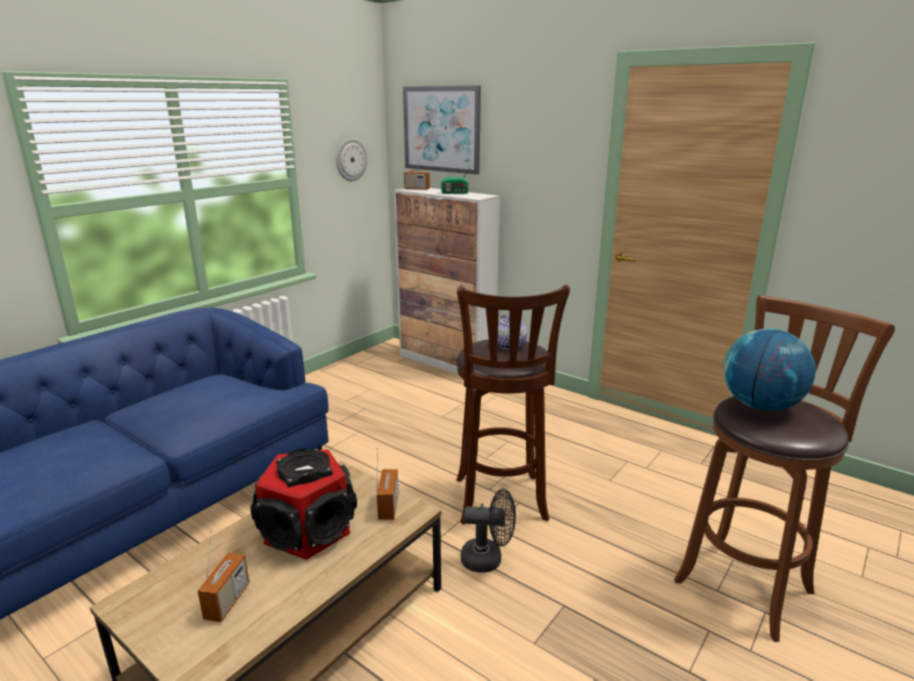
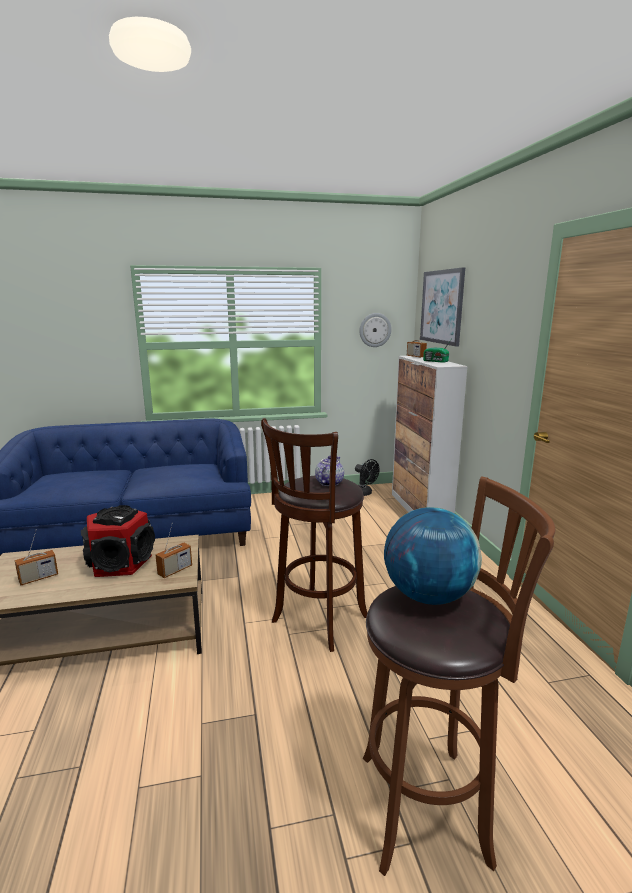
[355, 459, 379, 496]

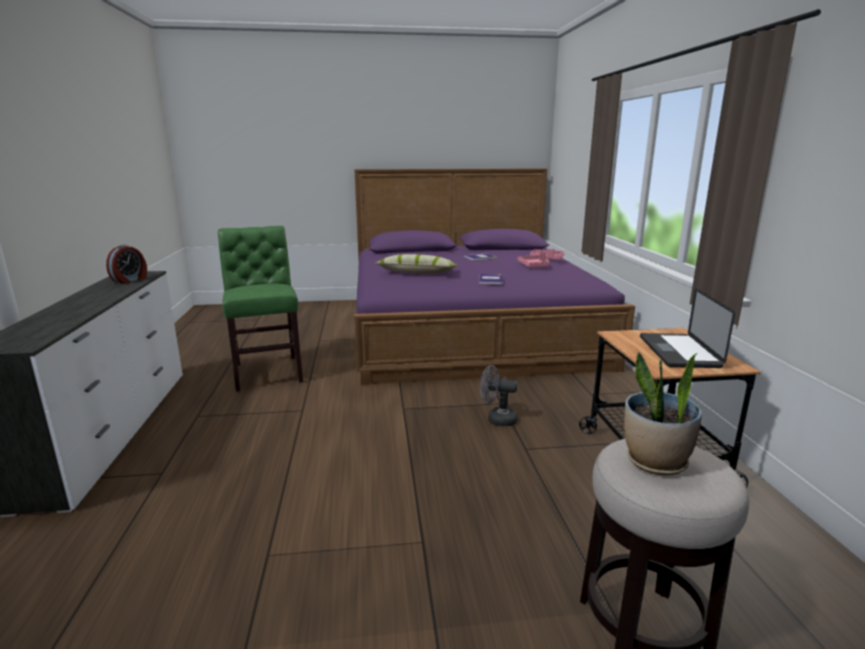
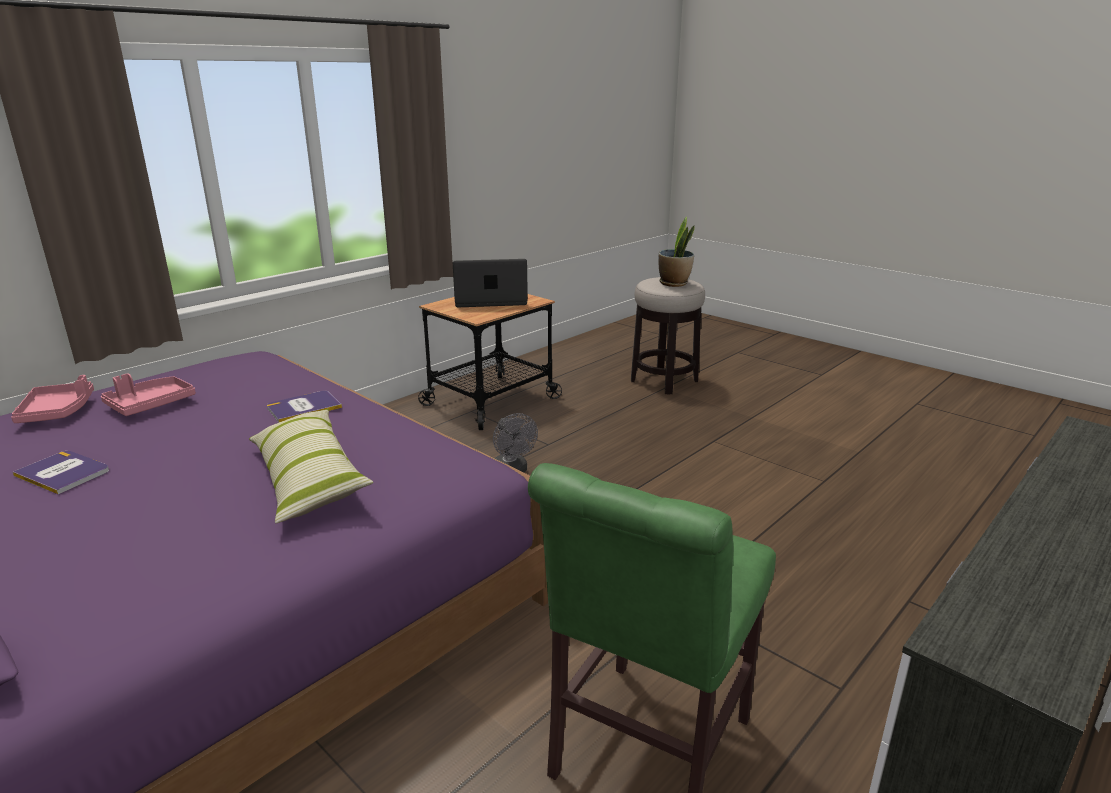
[453, 259, 528, 307]
[106, 245, 147, 284] (first image)

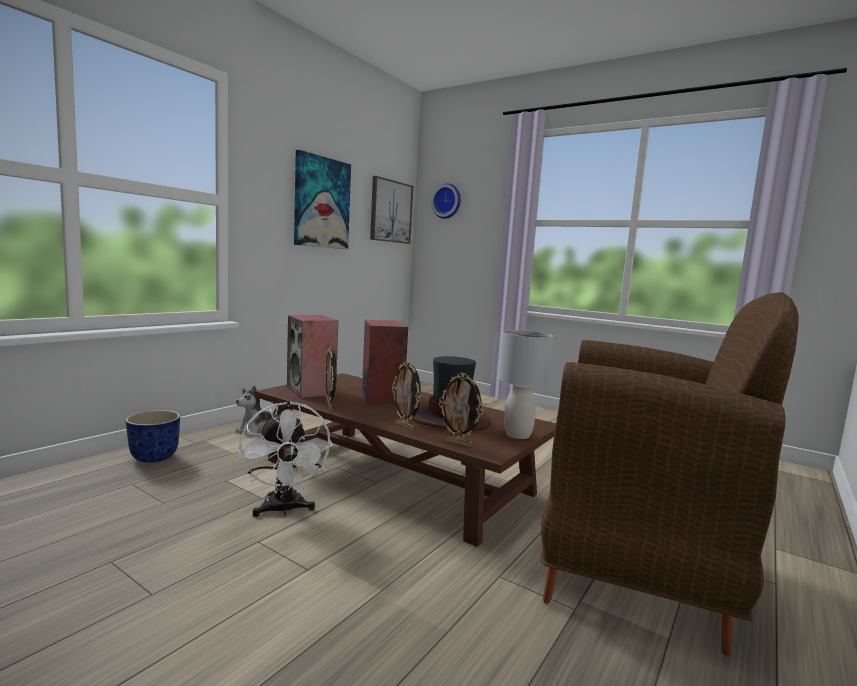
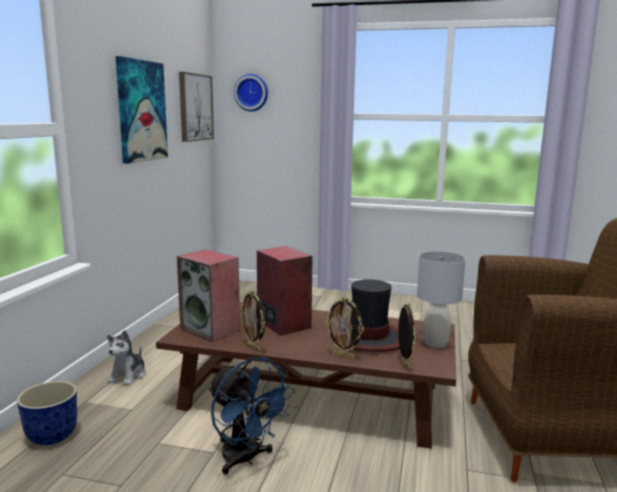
[208, 357, 295, 475]
[398, 303, 416, 370]

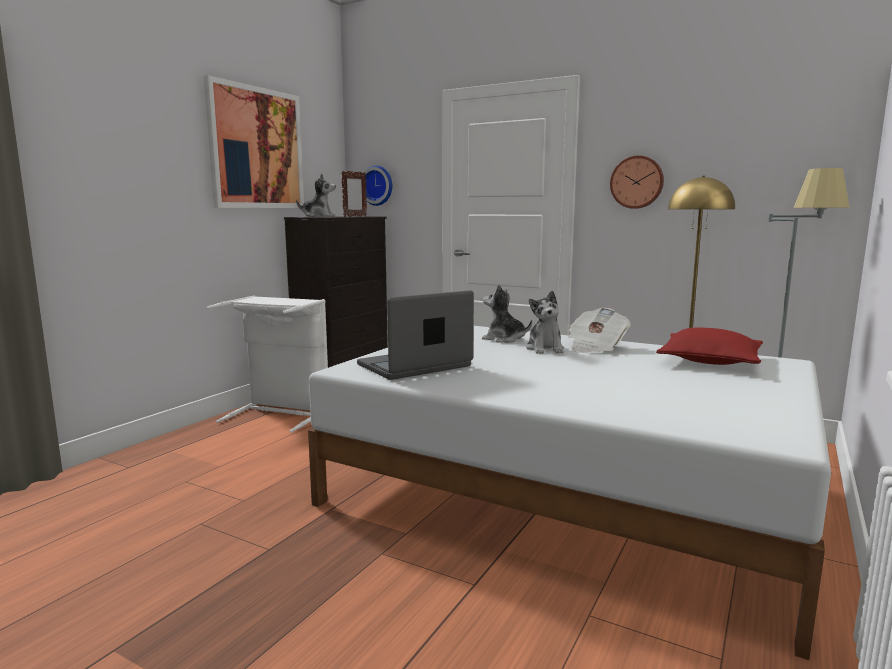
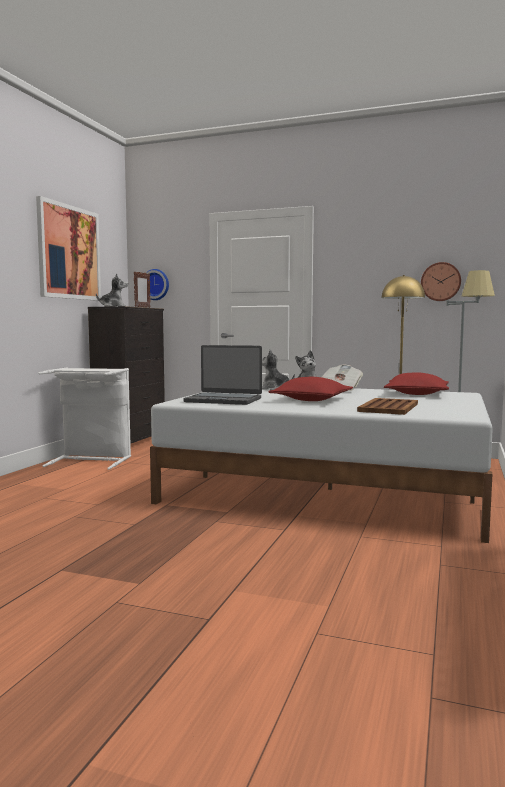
[183, 345, 262, 405]
[269, 377, 353, 401]
[357, 398, 418, 415]
[421, 262, 461, 301]

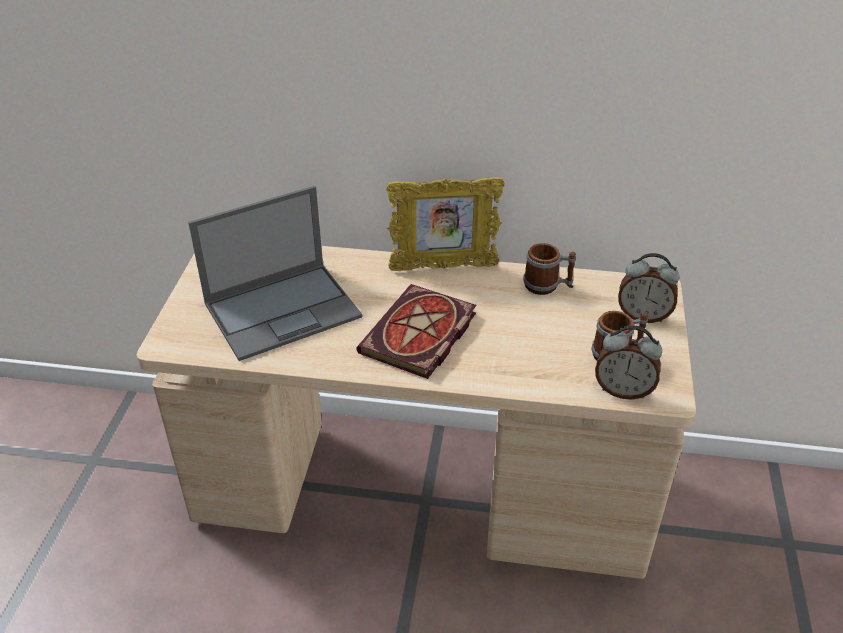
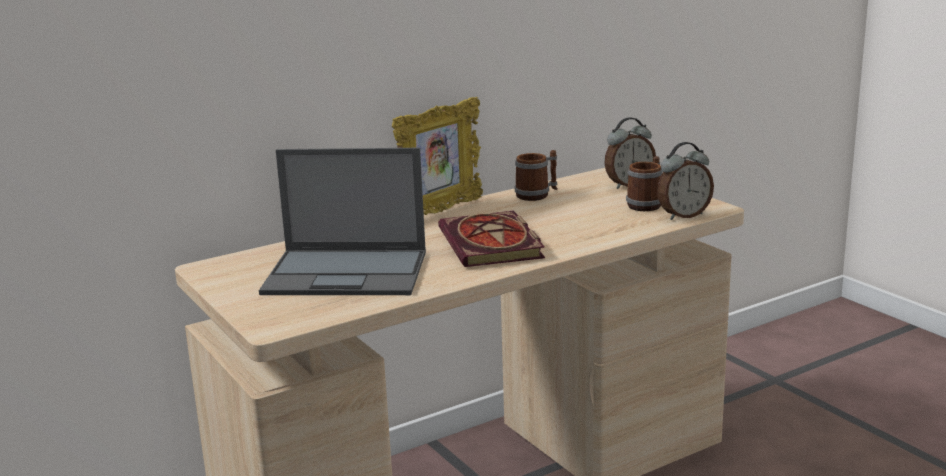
[259, 148, 426, 295]

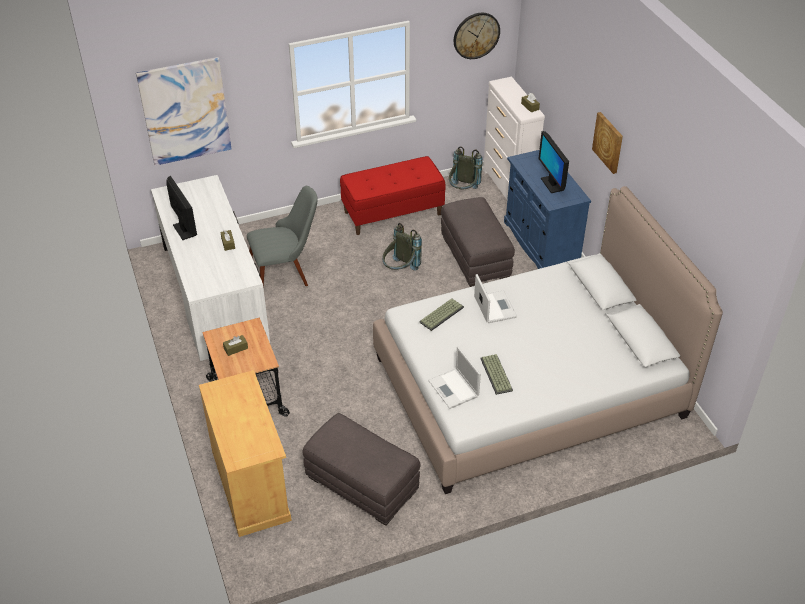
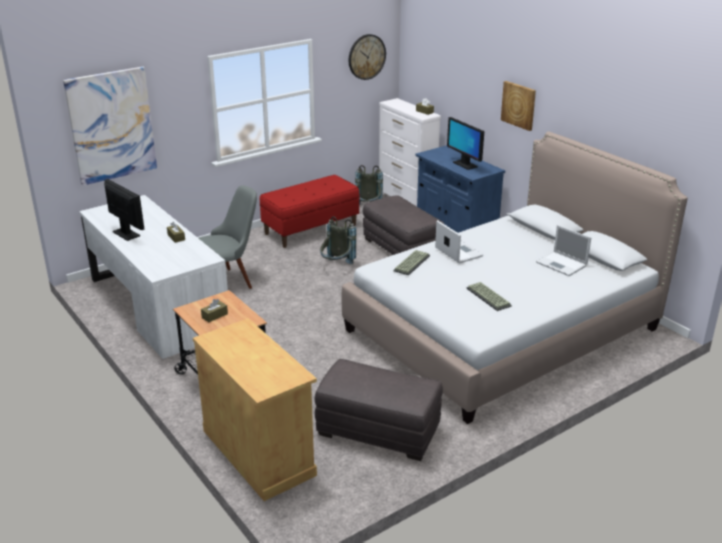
[536, 225, 591, 276]

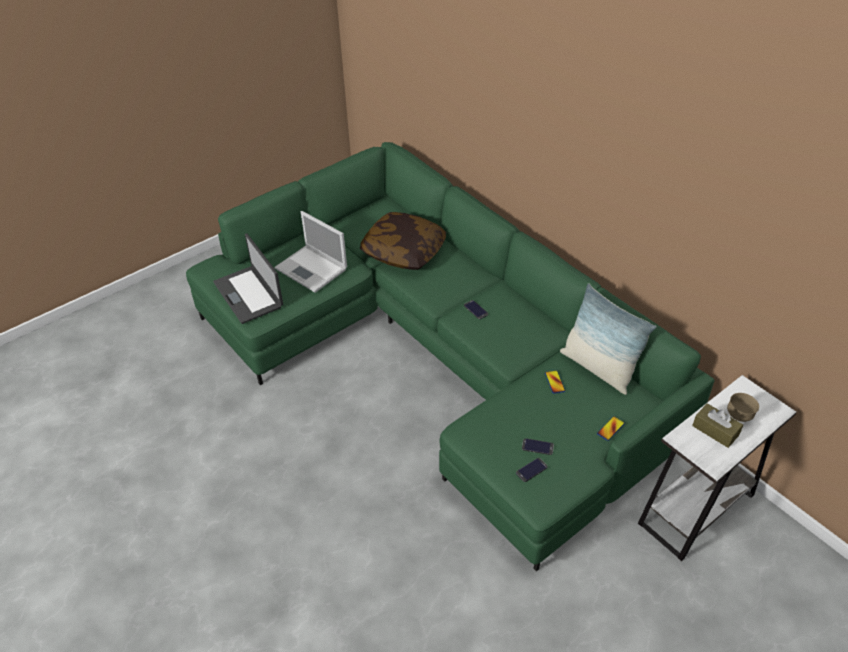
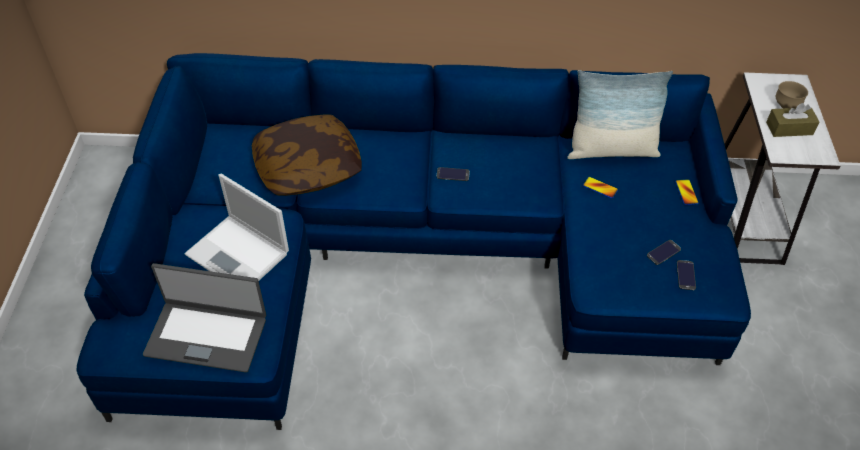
[76, 53, 751, 430]
[184, 174, 289, 281]

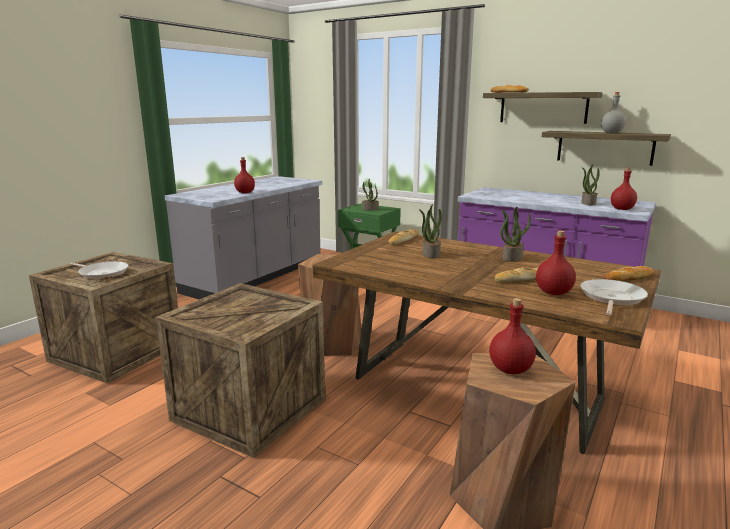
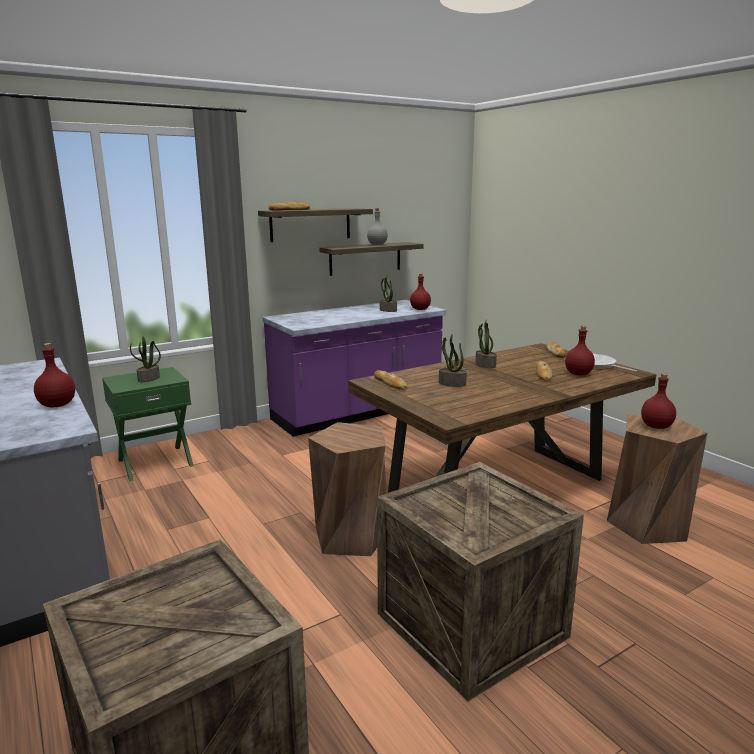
[71, 261, 128, 279] (first image)

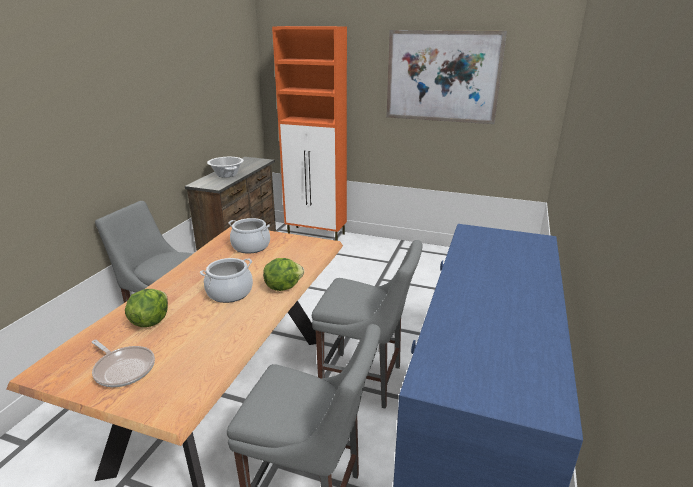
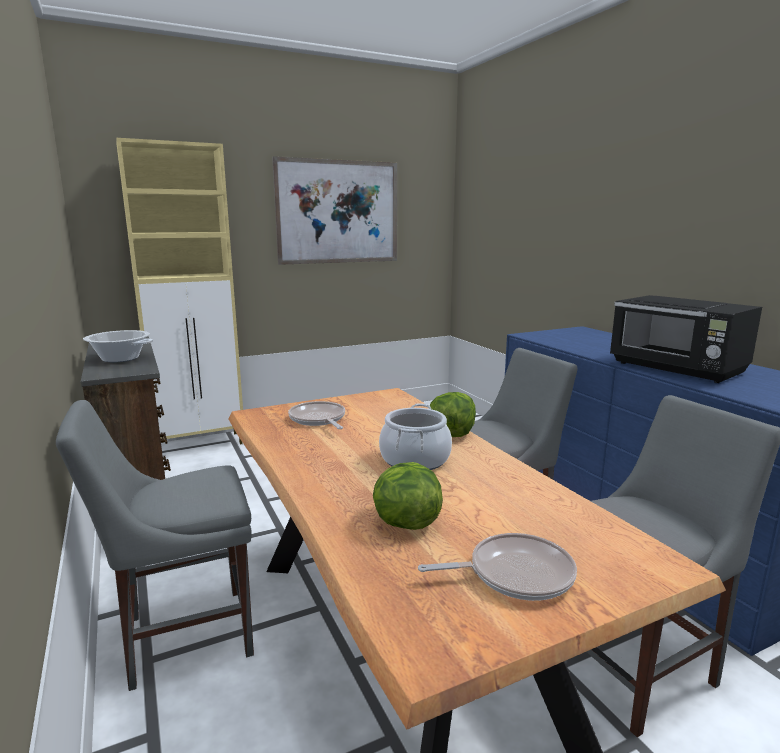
[116, 138, 243, 445]
[288, 401, 345, 429]
[610, 295, 762, 383]

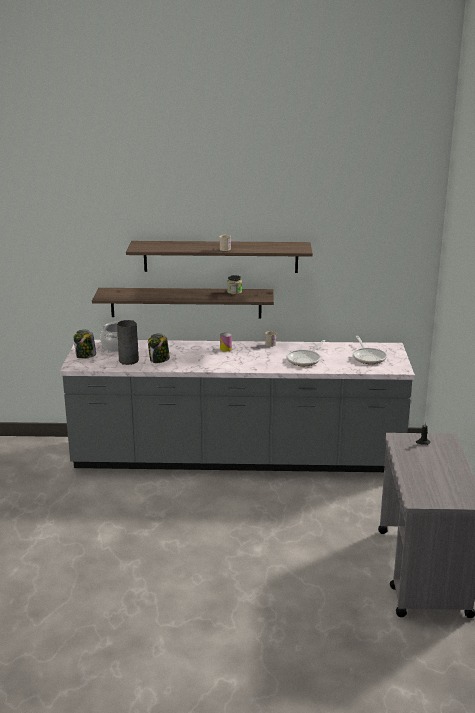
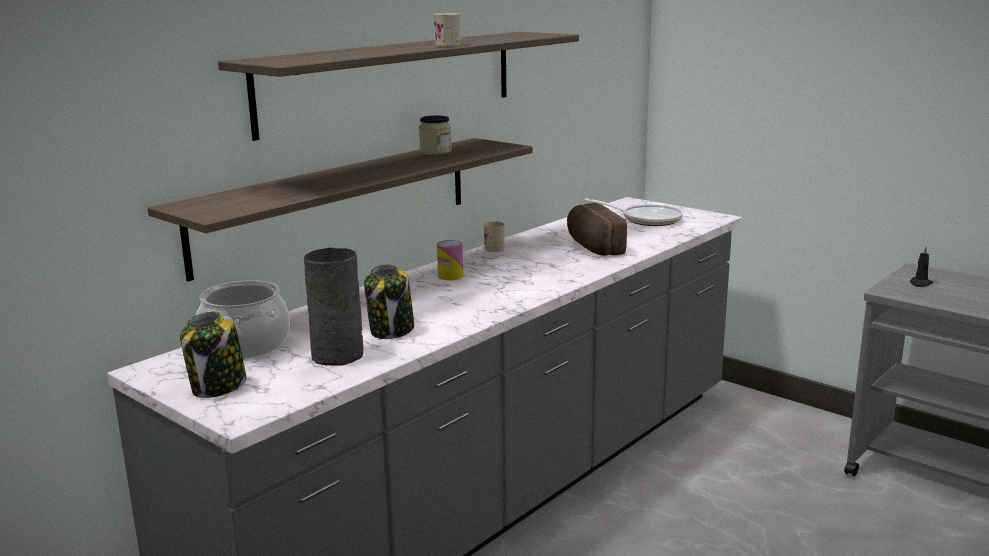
[567, 203, 627, 256]

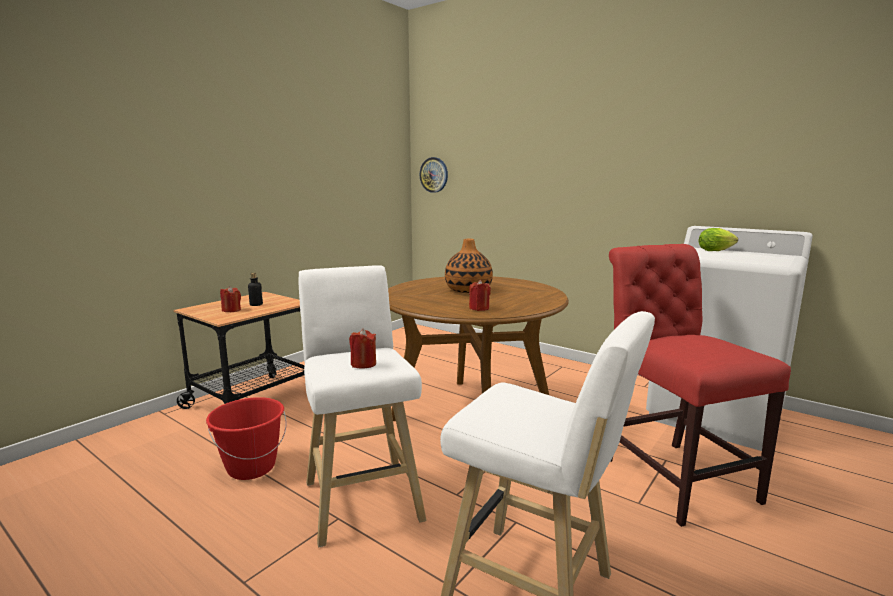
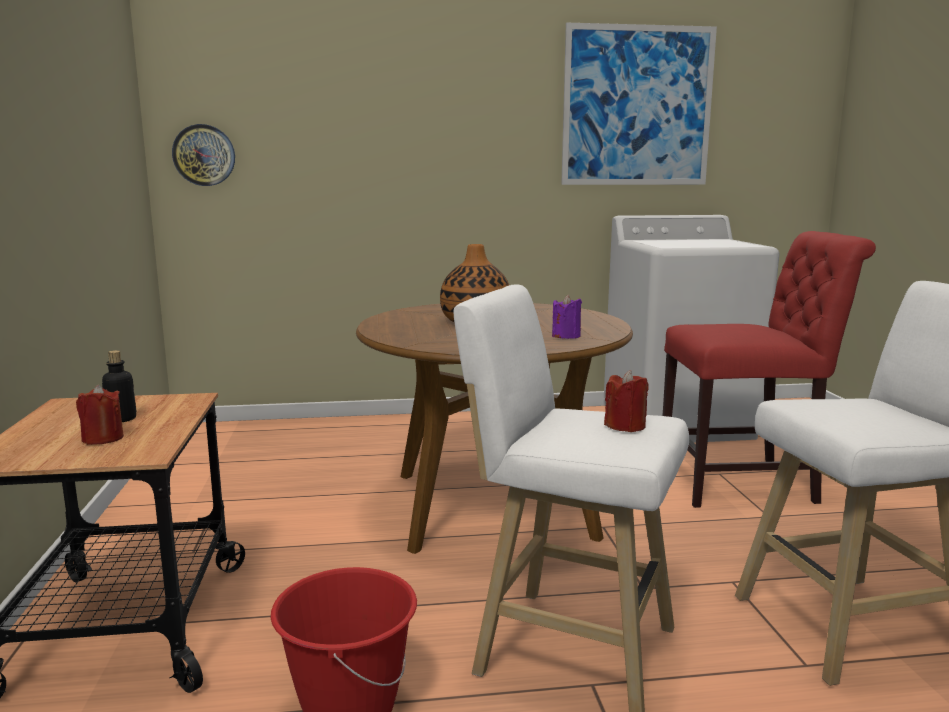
[552, 295, 582, 339]
[561, 23, 717, 185]
[663, 231, 876, 508]
[699, 228, 738, 251] (first image)

